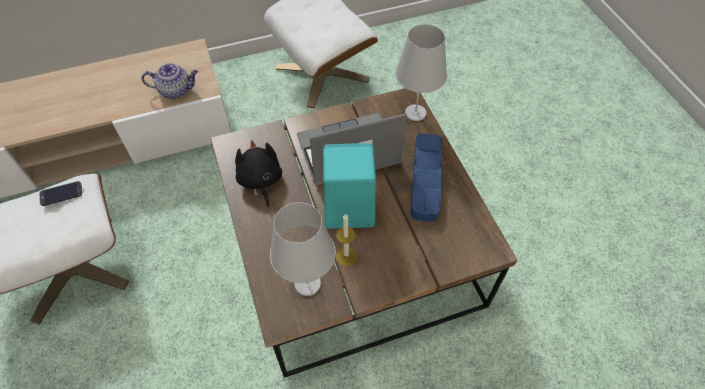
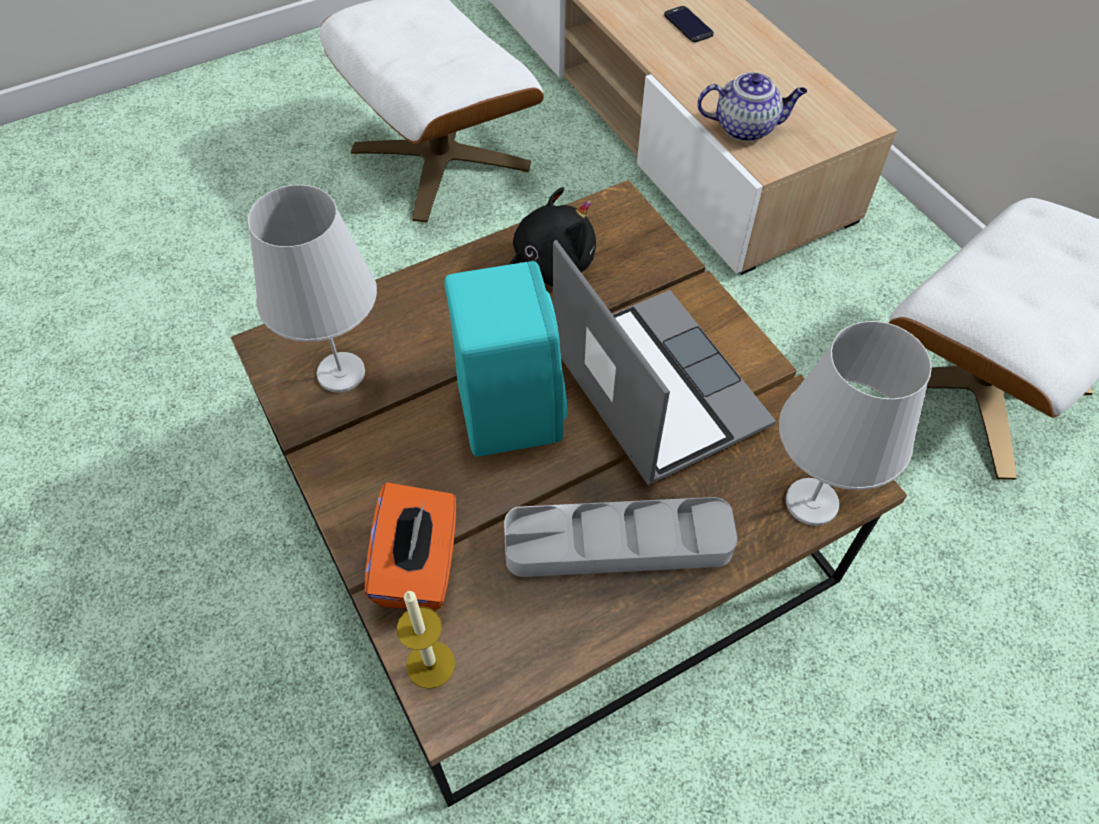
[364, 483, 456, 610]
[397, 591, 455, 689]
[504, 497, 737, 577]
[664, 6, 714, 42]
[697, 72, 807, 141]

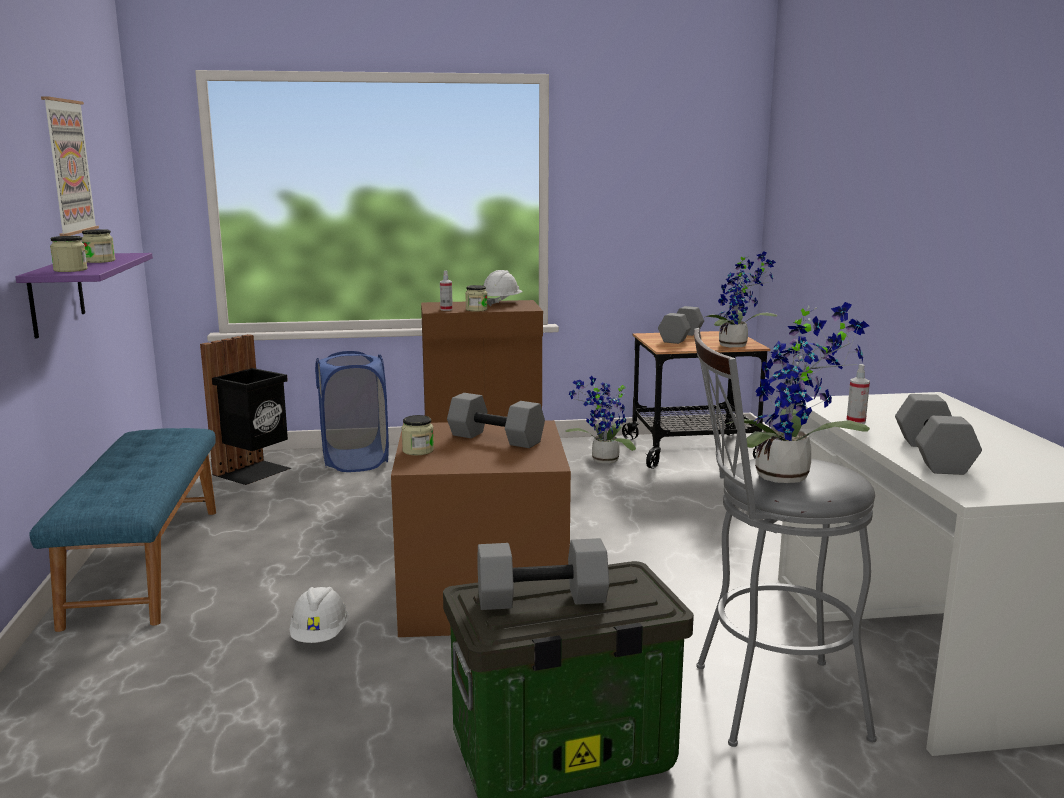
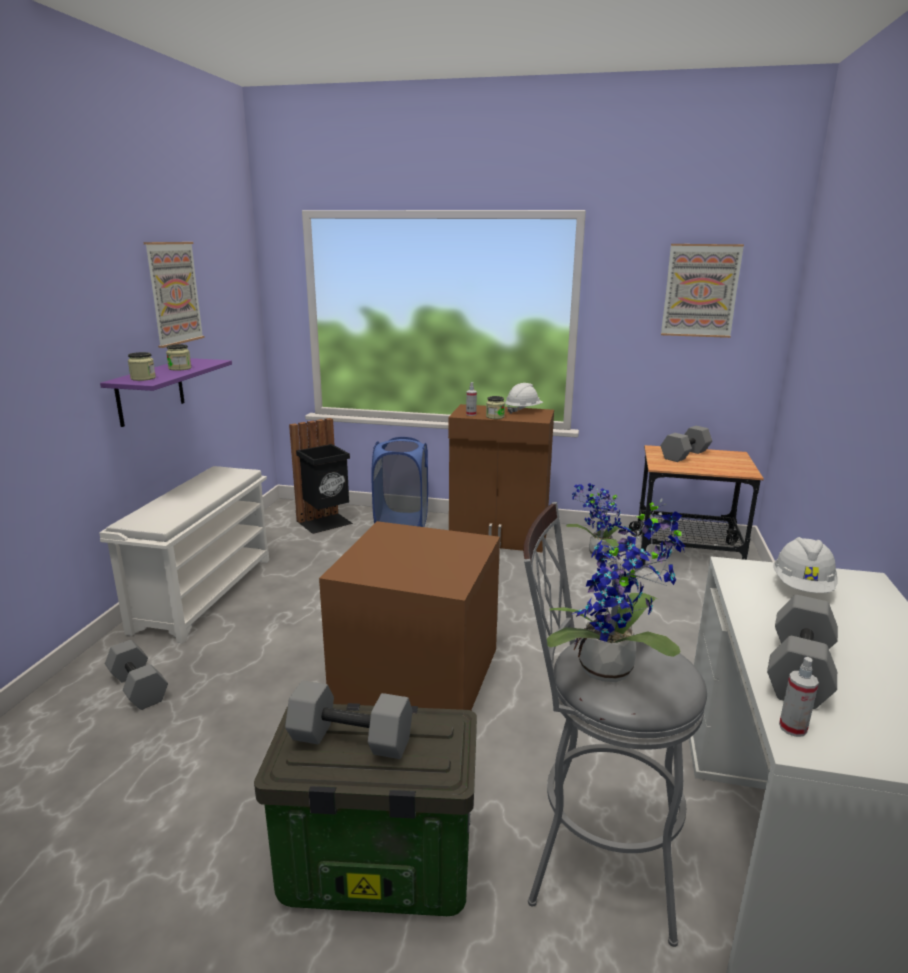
[99, 466, 269, 643]
[105, 640, 168, 710]
[661, 244, 744, 338]
[773, 537, 837, 593]
[779, 657, 819, 737]
[402, 415, 434, 455] (first image)
[705, 251, 777, 347] (first image)

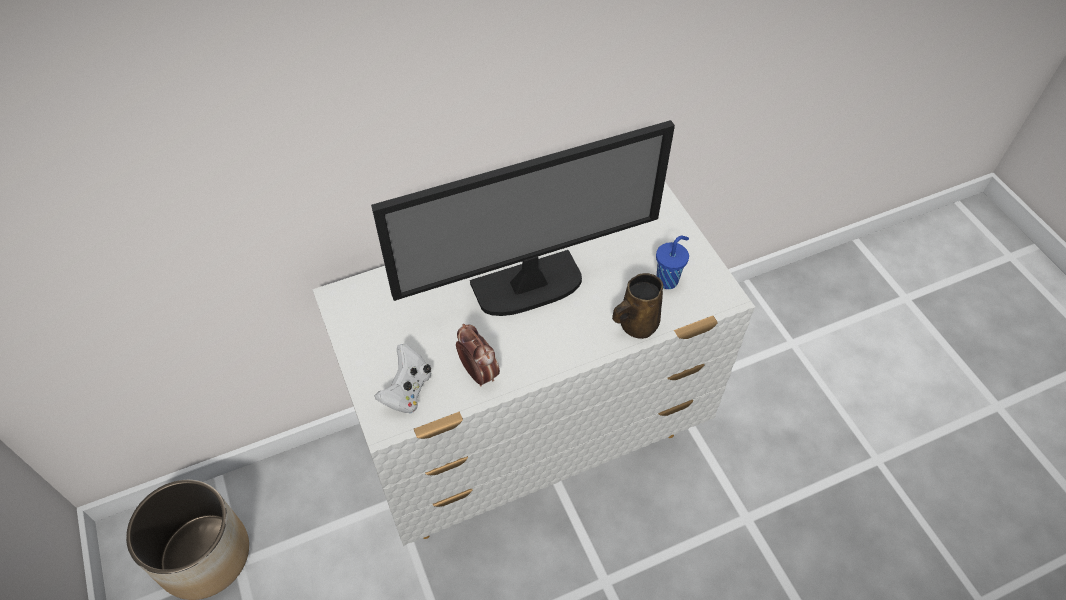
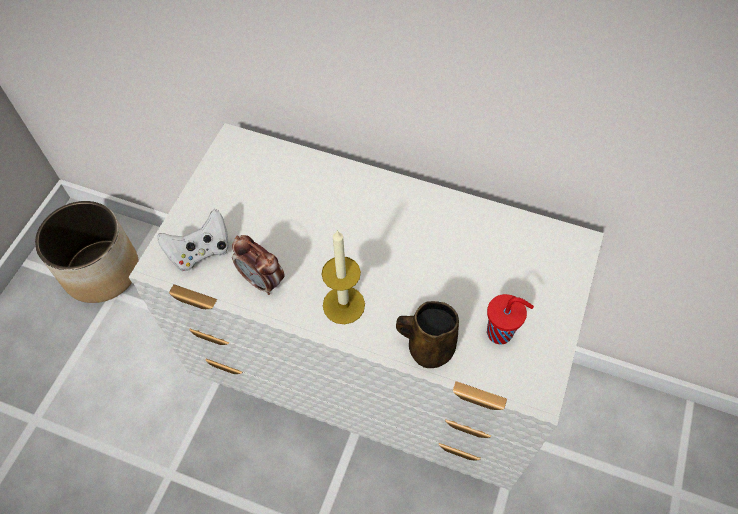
[232, 235, 285, 295]
[322, 230, 365, 324]
[487, 294, 534, 344]
[371, 120, 675, 316] (first image)

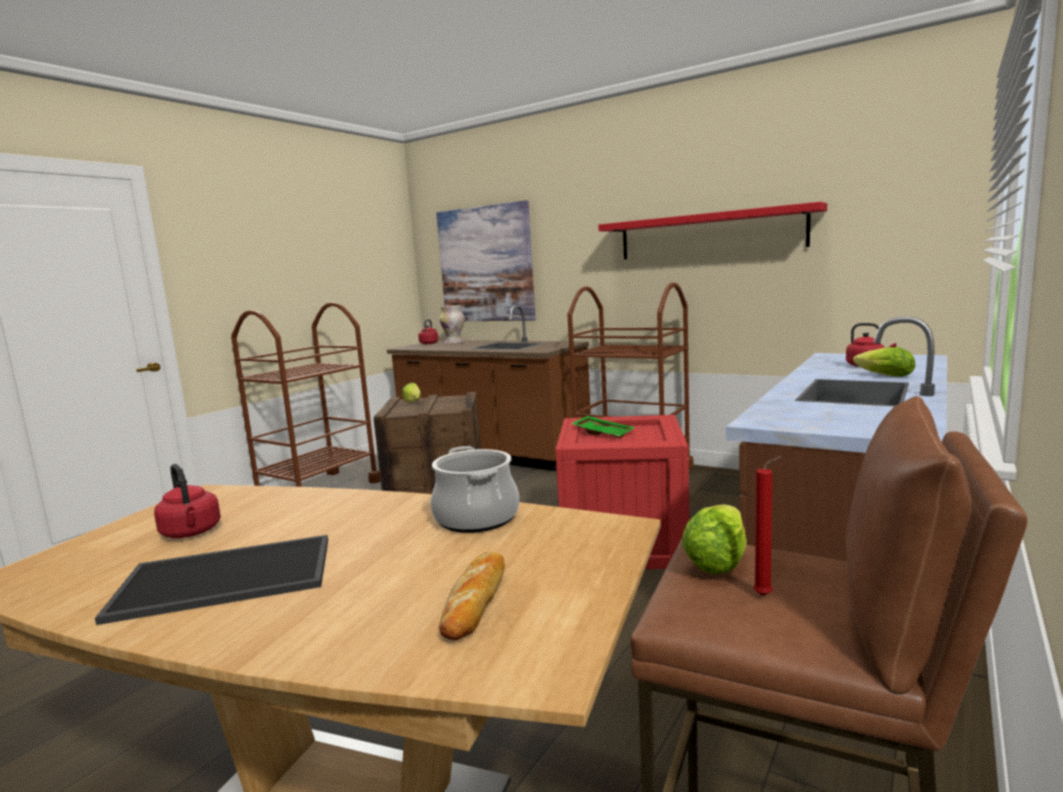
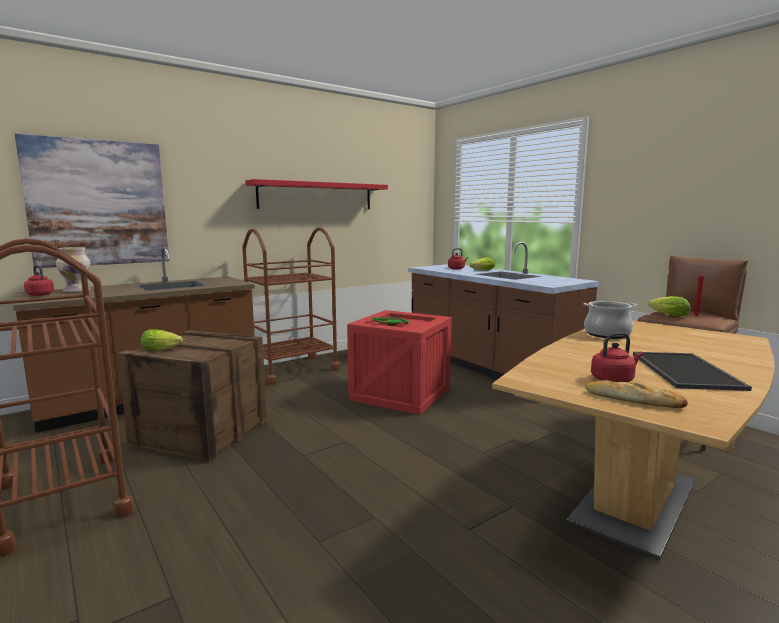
[585, 380, 688, 408]

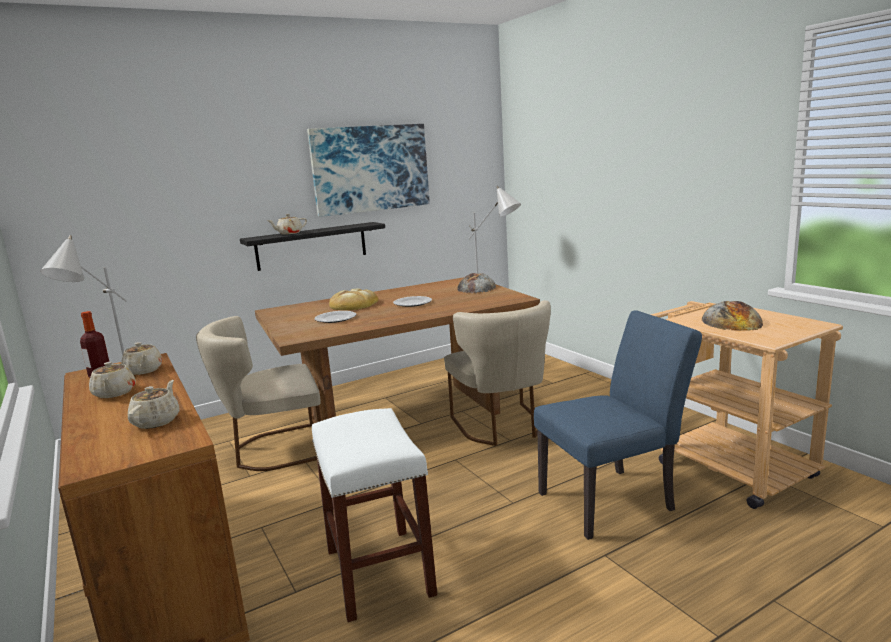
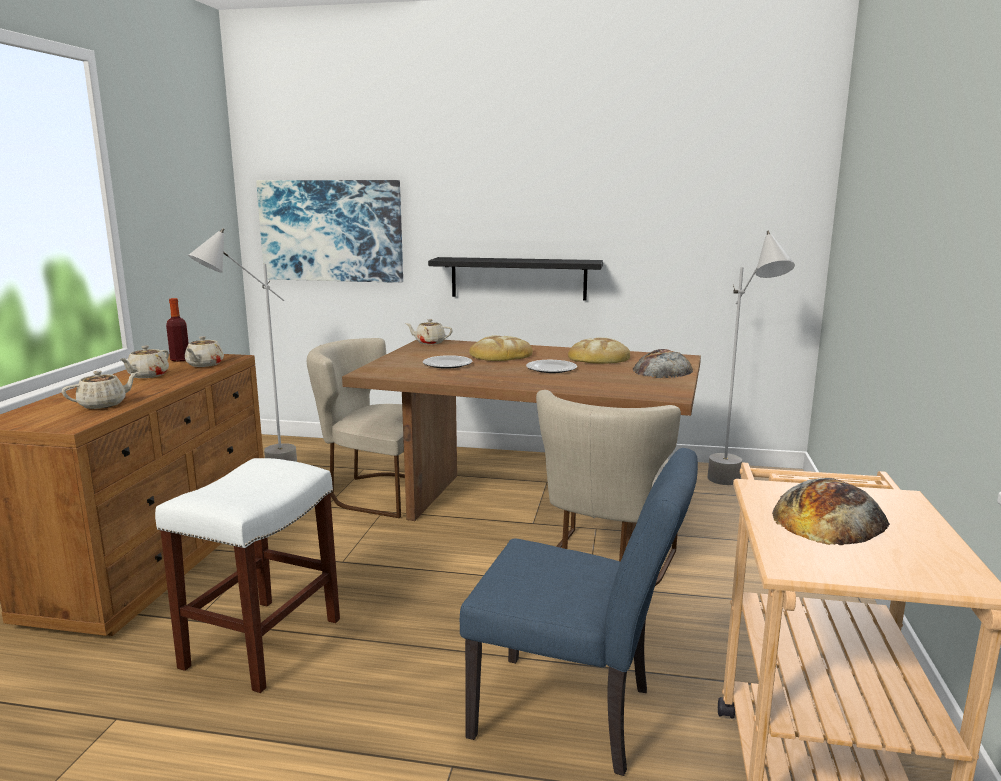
[256, 180, 403, 283]
[405, 319, 453, 345]
[568, 337, 630, 364]

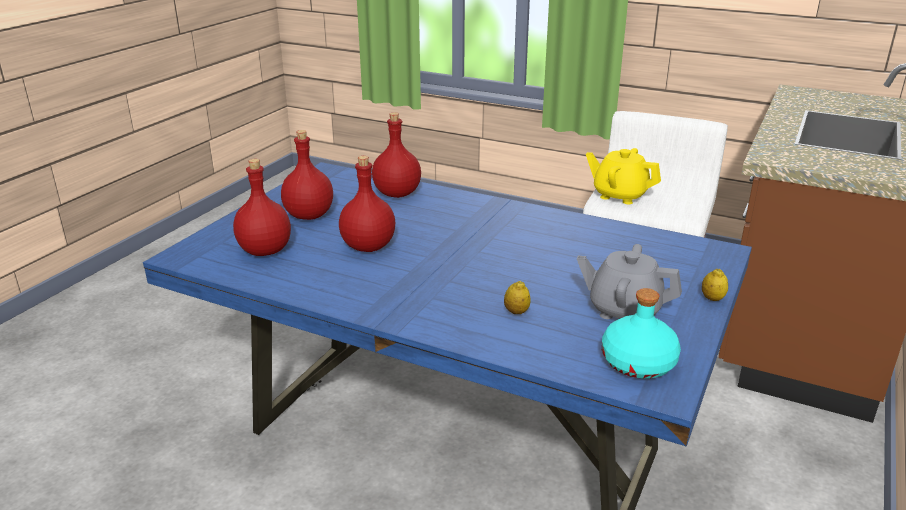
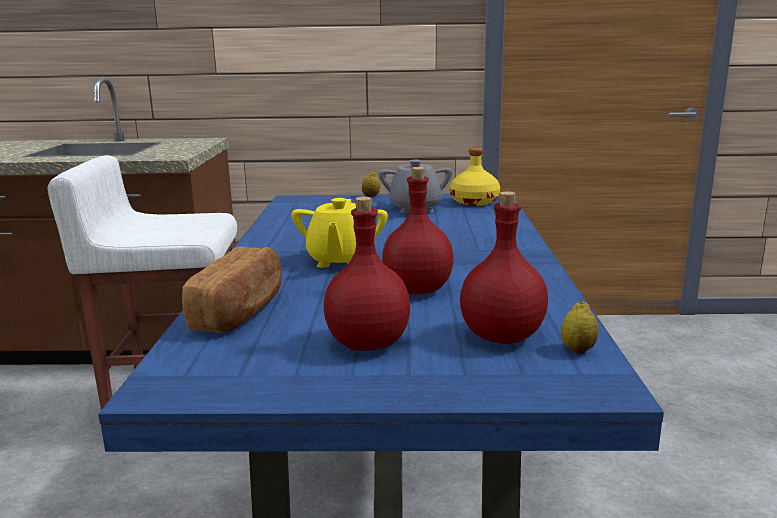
[182, 247, 282, 333]
[291, 198, 388, 268]
[450, 148, 500, 206]
[561, 301, 598, 354]

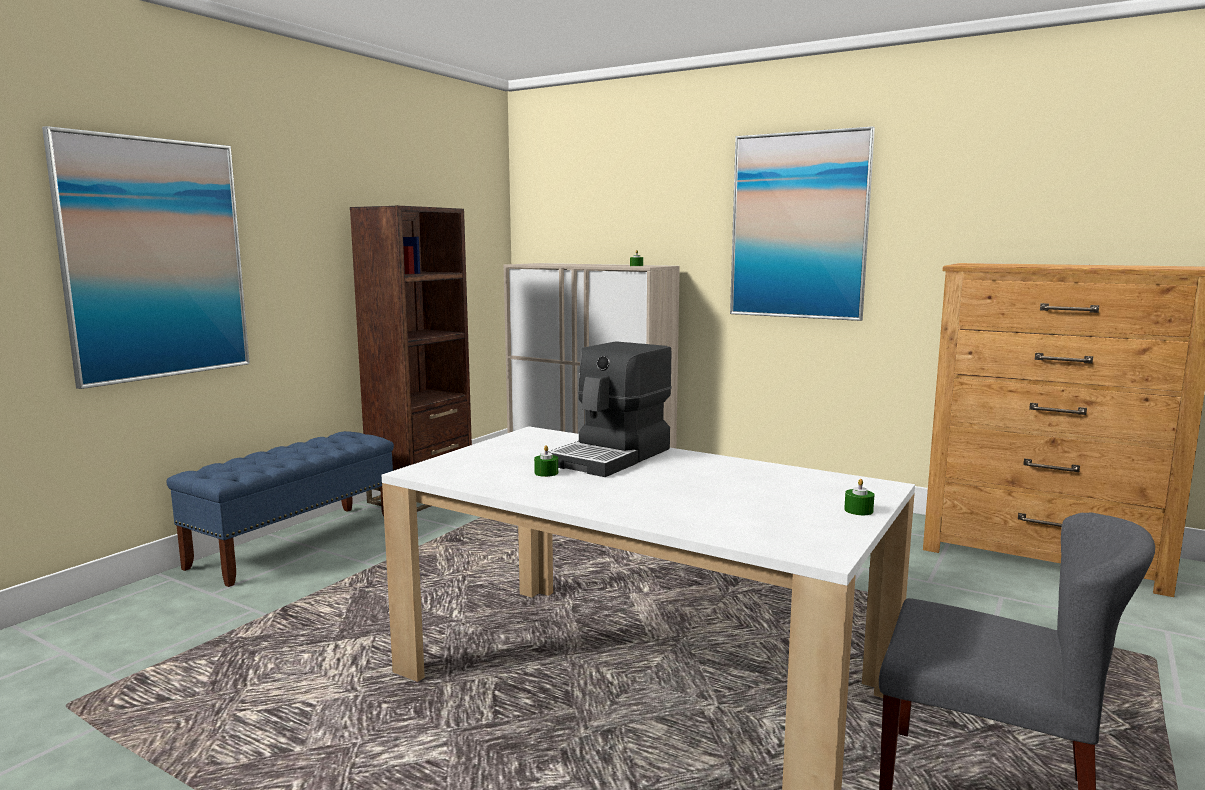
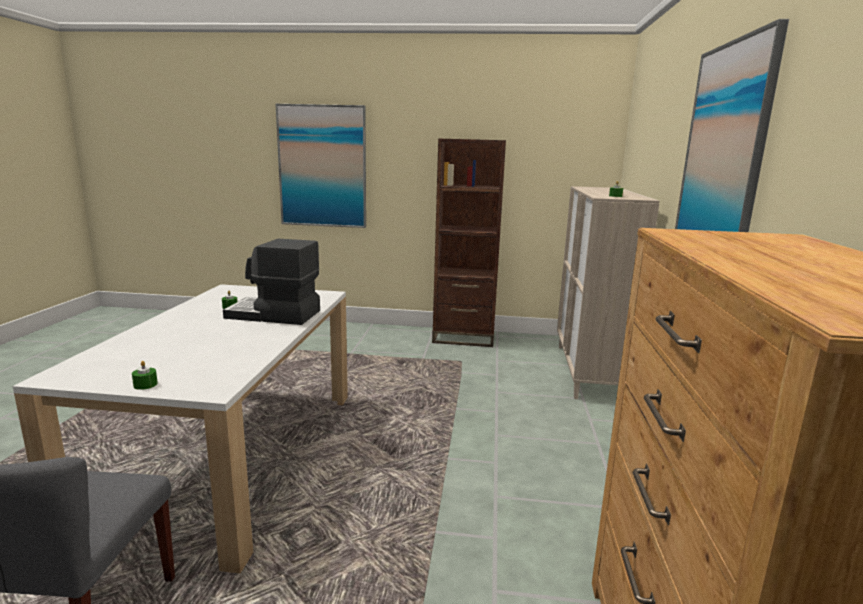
[166, 431, 394, 587] (first image)

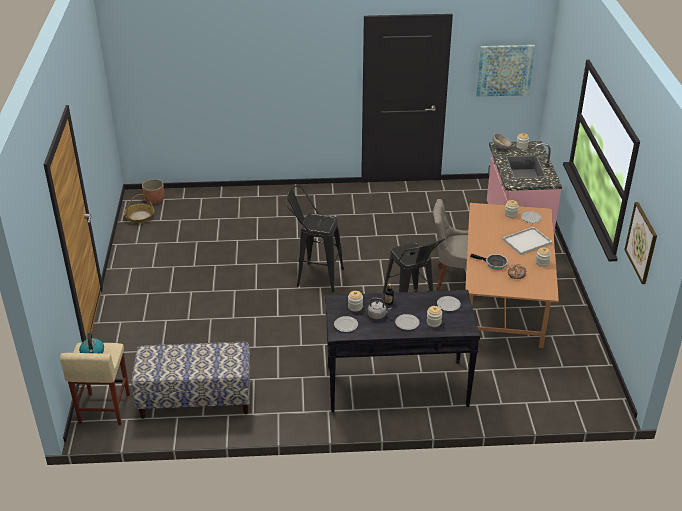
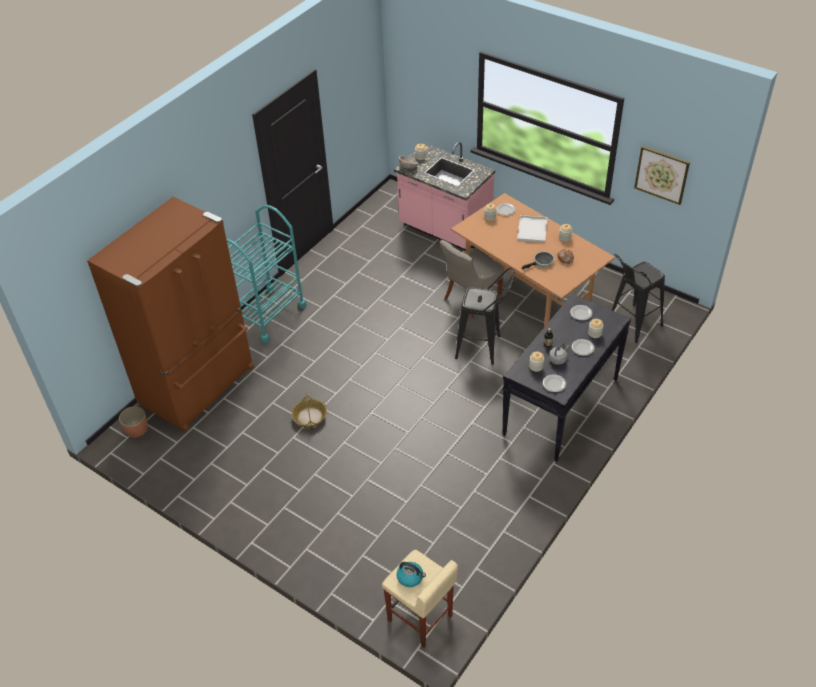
[87, 197, 254, 432]
[227, 205, 306, 343]
[291, 392, 327, 427]
[612, 254, 665, 343]
[131, 342, 250, 419] (first image)
[476, 45, 535, 97] (first image)

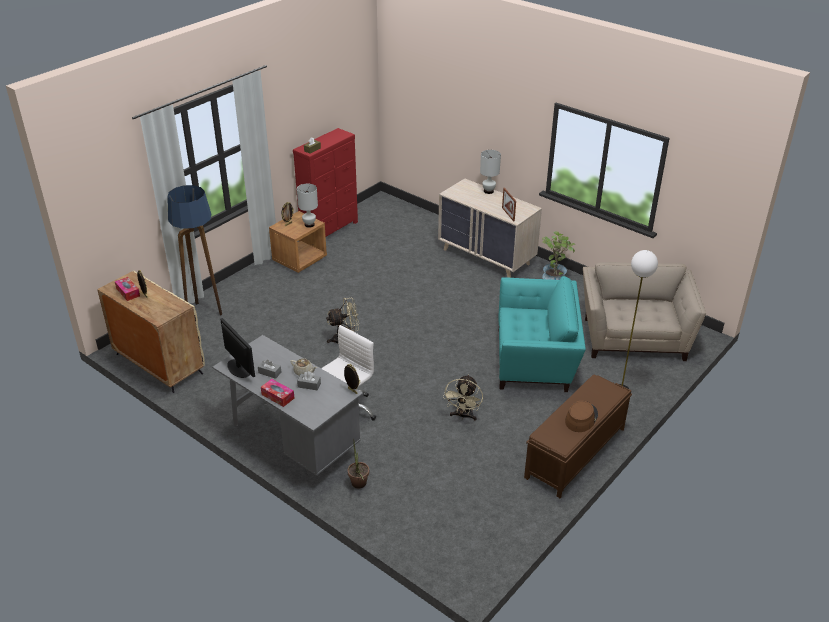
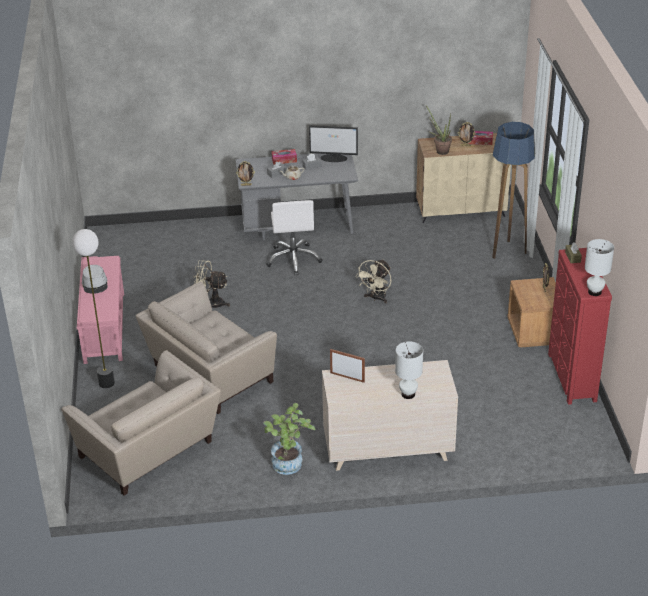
[77, 256, 124, 364]
[82, 265, 108, 294]
[136, 282, 277, 414]
[193, 260, 230, 308]
[426, 106, 452, 155]
[585, 239, 614, 296]

